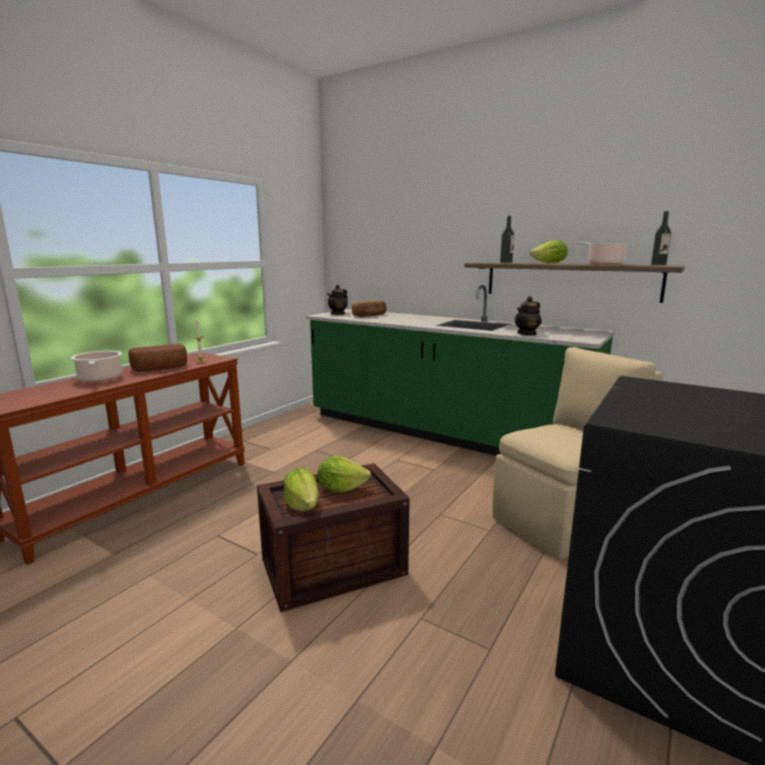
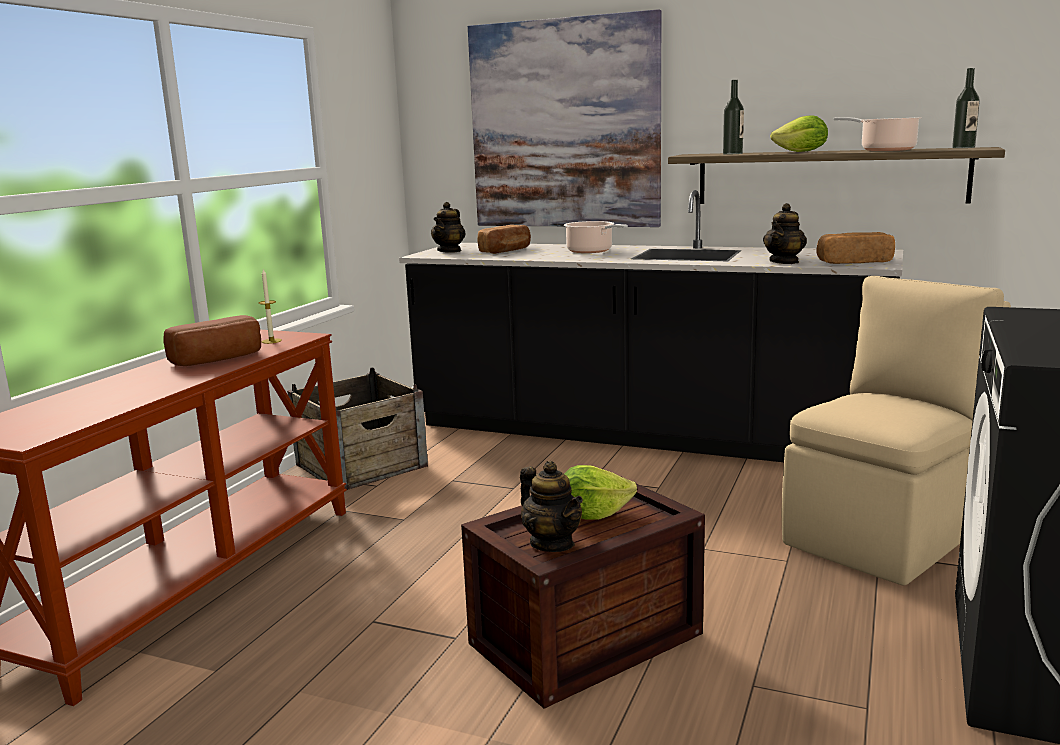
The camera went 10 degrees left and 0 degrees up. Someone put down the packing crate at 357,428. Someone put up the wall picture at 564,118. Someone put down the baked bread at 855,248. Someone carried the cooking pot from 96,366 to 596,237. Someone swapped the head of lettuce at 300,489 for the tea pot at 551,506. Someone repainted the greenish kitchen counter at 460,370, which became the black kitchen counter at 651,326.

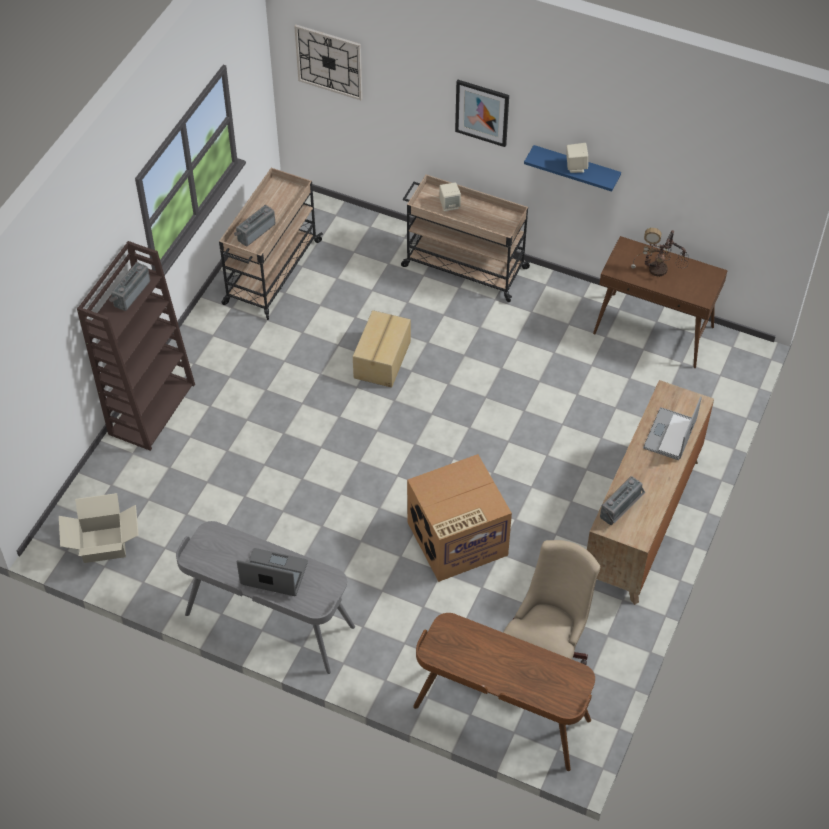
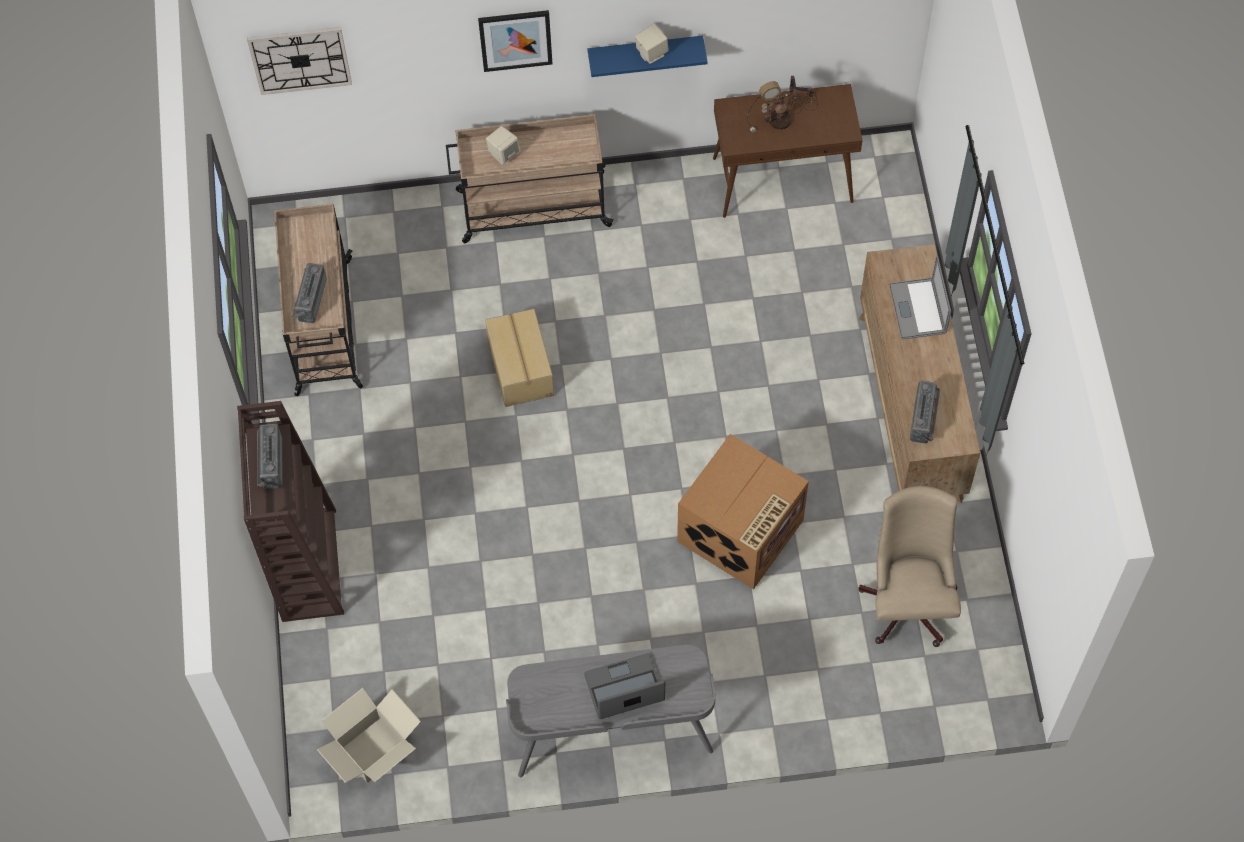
The camera went 30 degrees left and 10 degrees up. Someone took away the brown desk table at 504,692.

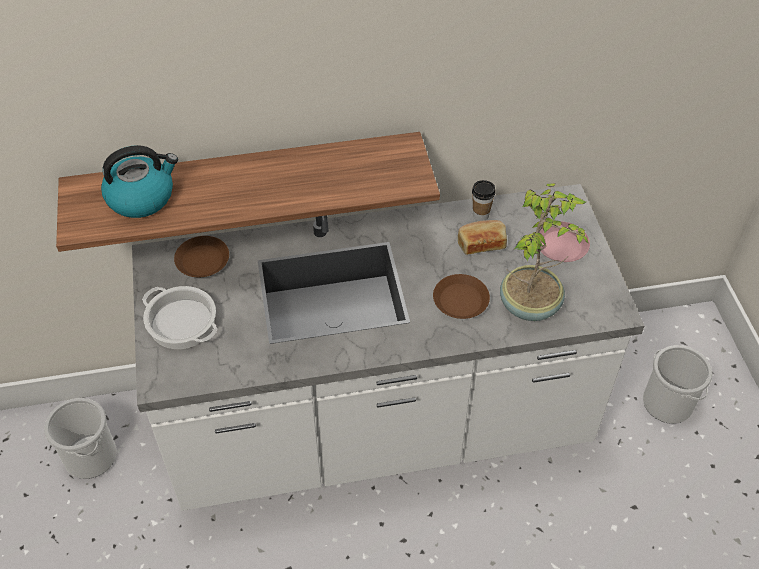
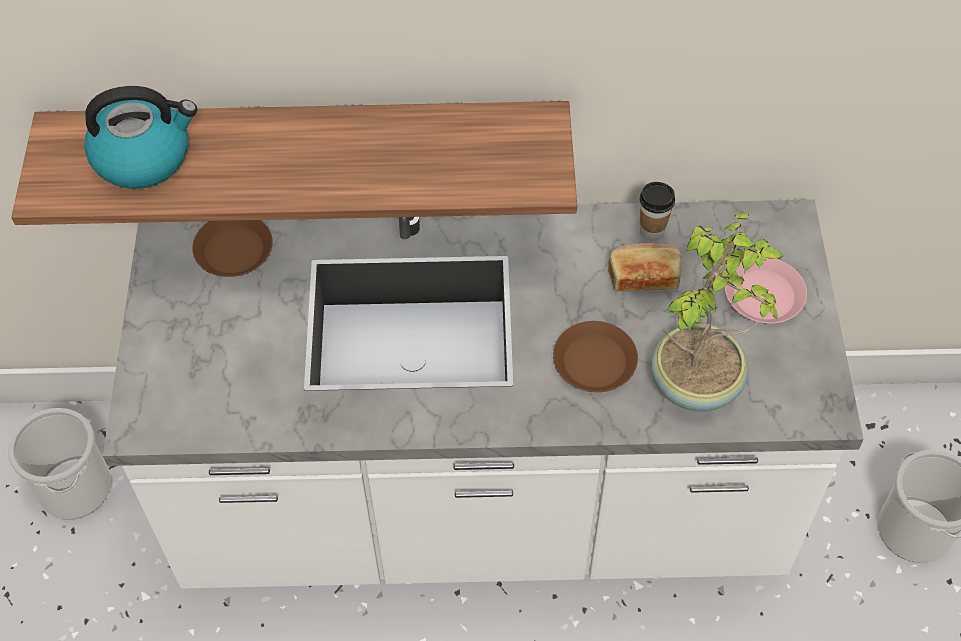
The camera went 10 degrees right and 5 degrees up. Someone took away the cooking pot at 180,317.

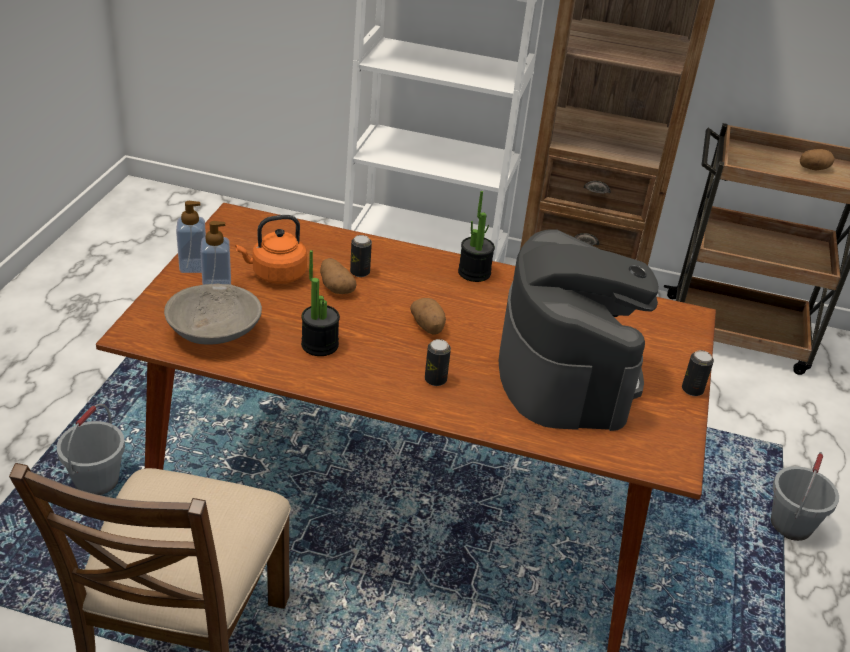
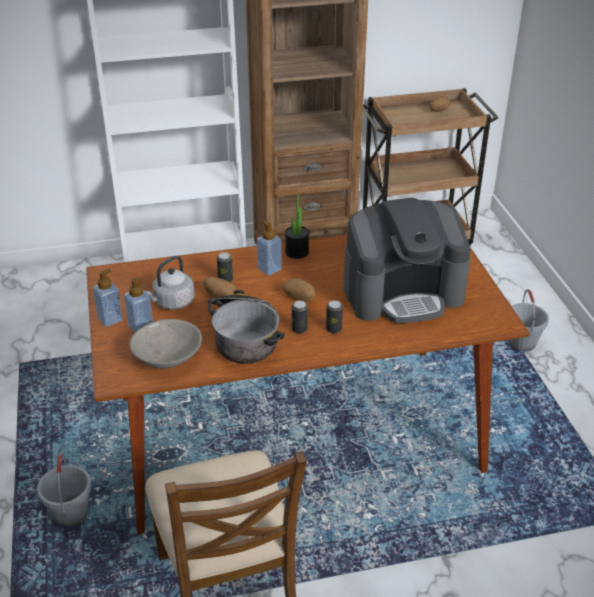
The camera went 25 degrees left and 0 degrees up. Someone put down the soap dispenser at 269,248. Someone carried the can from 698,373 to 300,317. Someone swapped the houseplant at 320,303 for the cooking pot at 246,326. Someone repainted the orange-coloured kettle at 271,249, which became the grey kettle at 170,283. Someone rotated the coffee maker at 578,330 by 105 degrees clockwise.

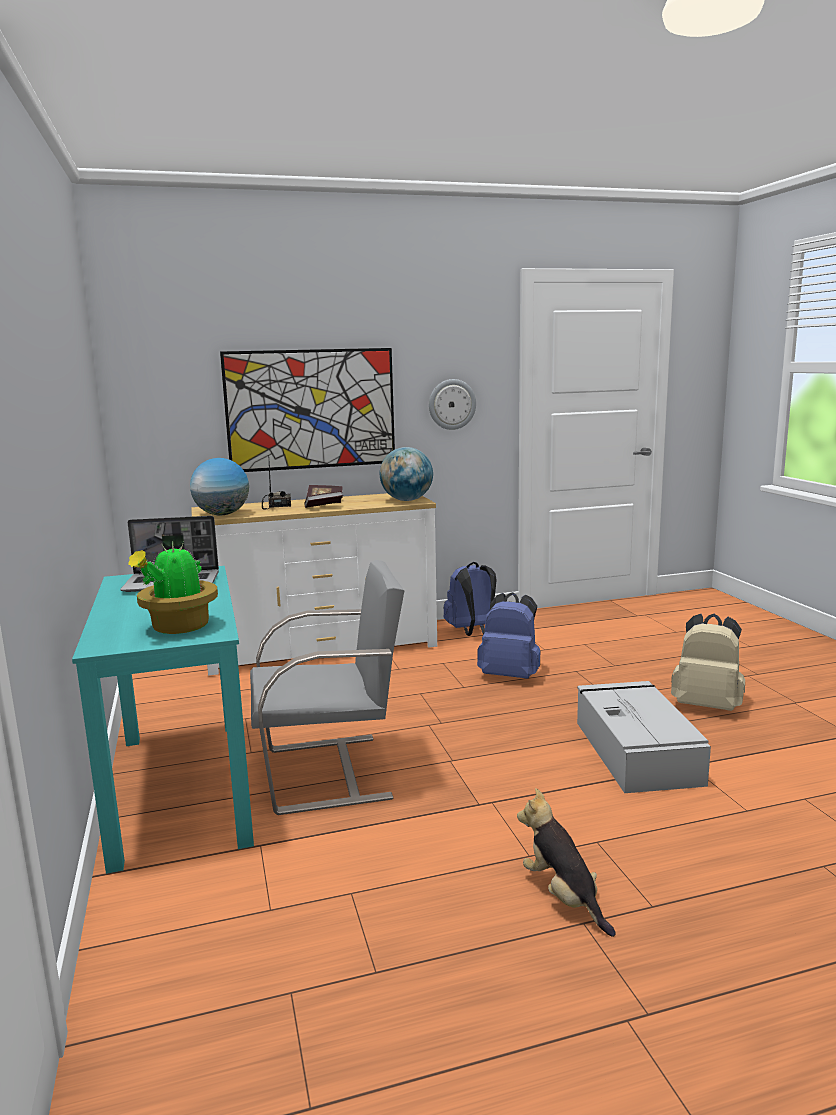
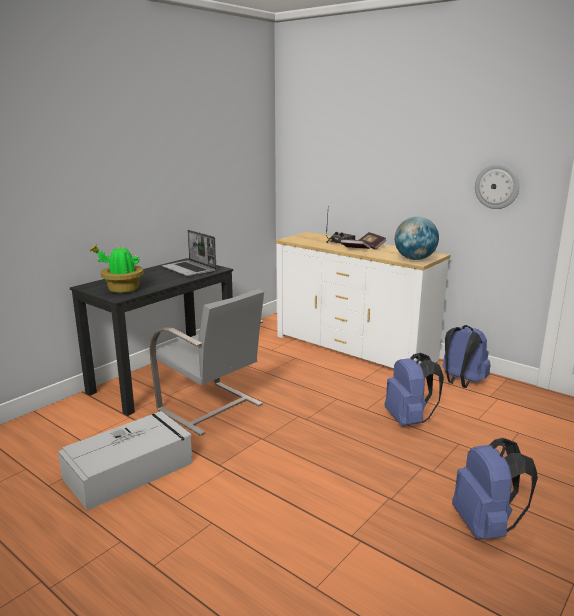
The camera went 55 degrees right and 5 degrees up. Someone took away the desk globe at 219,486. Someone took away the wall picture at 307,410. Someone took away the cuddly toy at 566,862. Someone carried the grey storage bin from 644,737 to 125,461. Someone repainted the blue-green desk table at 163,720, which became the black desk table at 151,337. Someone repainted the sand-coloured rucksack at 708,662, which became the blue-coloured rucksack at 495,488.

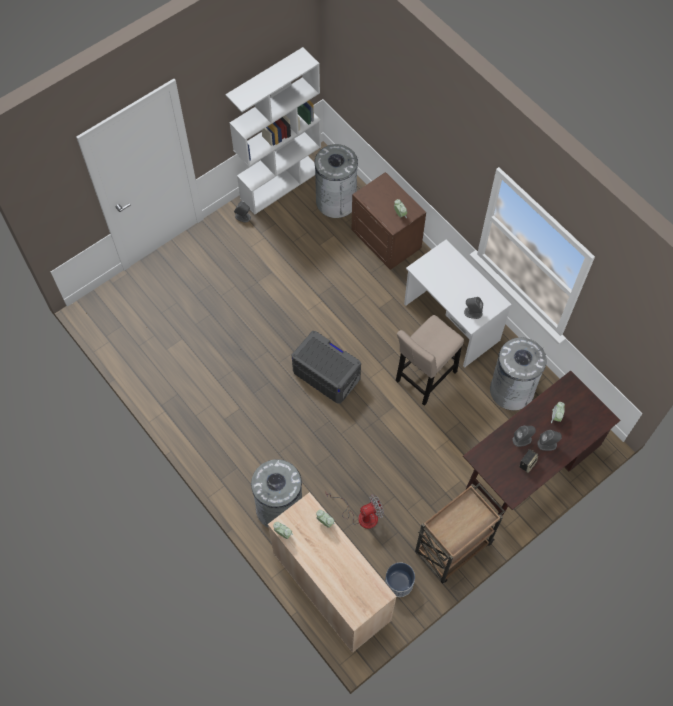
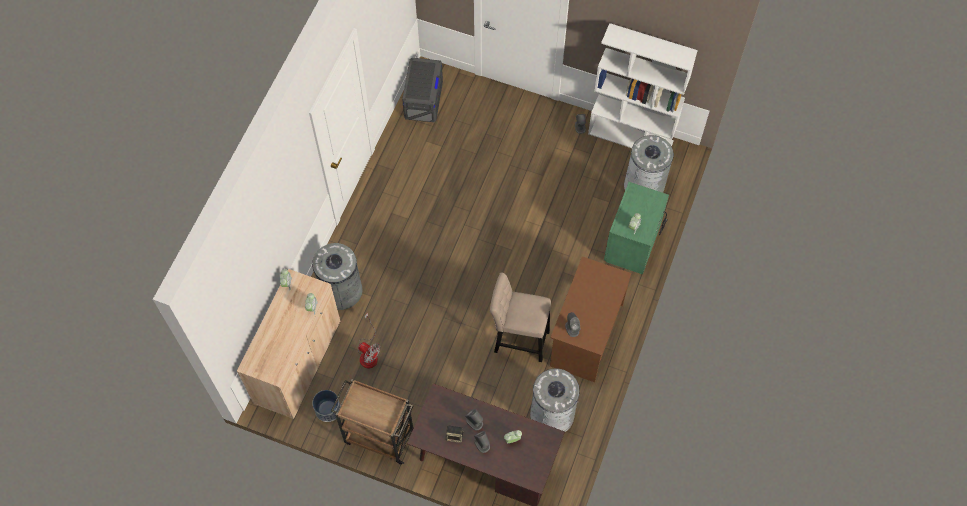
The camera went 60 degrees right and 0 degrees up. Someone carried the grey storage bin from 326,367 to 422,90. Someone repainted the brown night table at 388,221, which became the greenish night table at 636,228. Someone repainted the white desk table at 458,303, which became the brown desk table at 590,319.

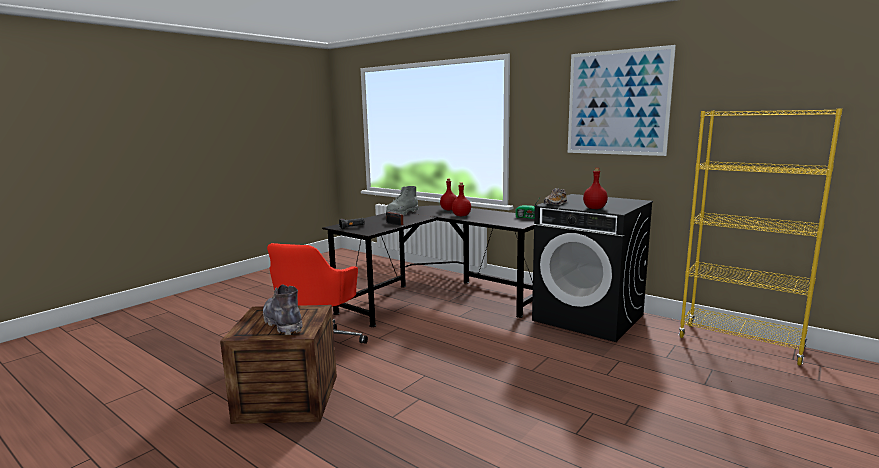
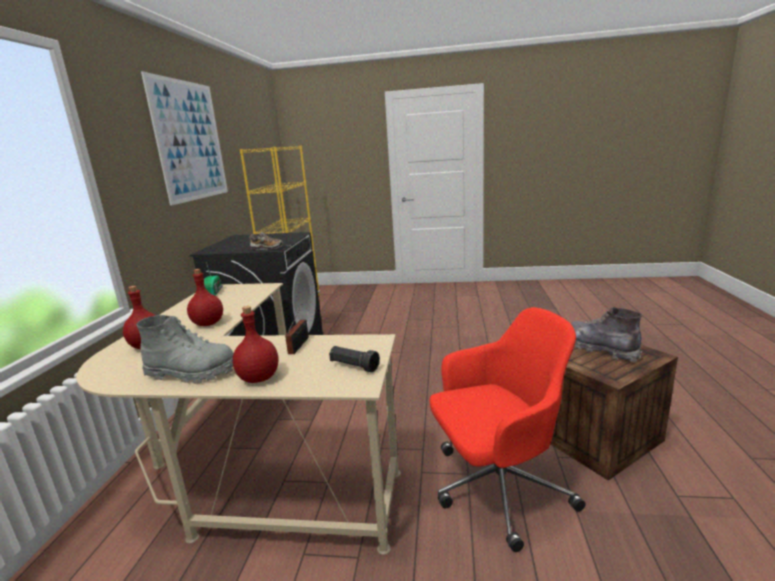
The camera went 120 degrees left and 5 degrees up. Someone carried the reddish bottle from 595,188 to 256,344. Someone repainted the black desk table at 428,266, which became the sand-coloured desk table at 238,419. Someone rotated the grey high-top boot at 283,309 by 120 degrees clockwise.

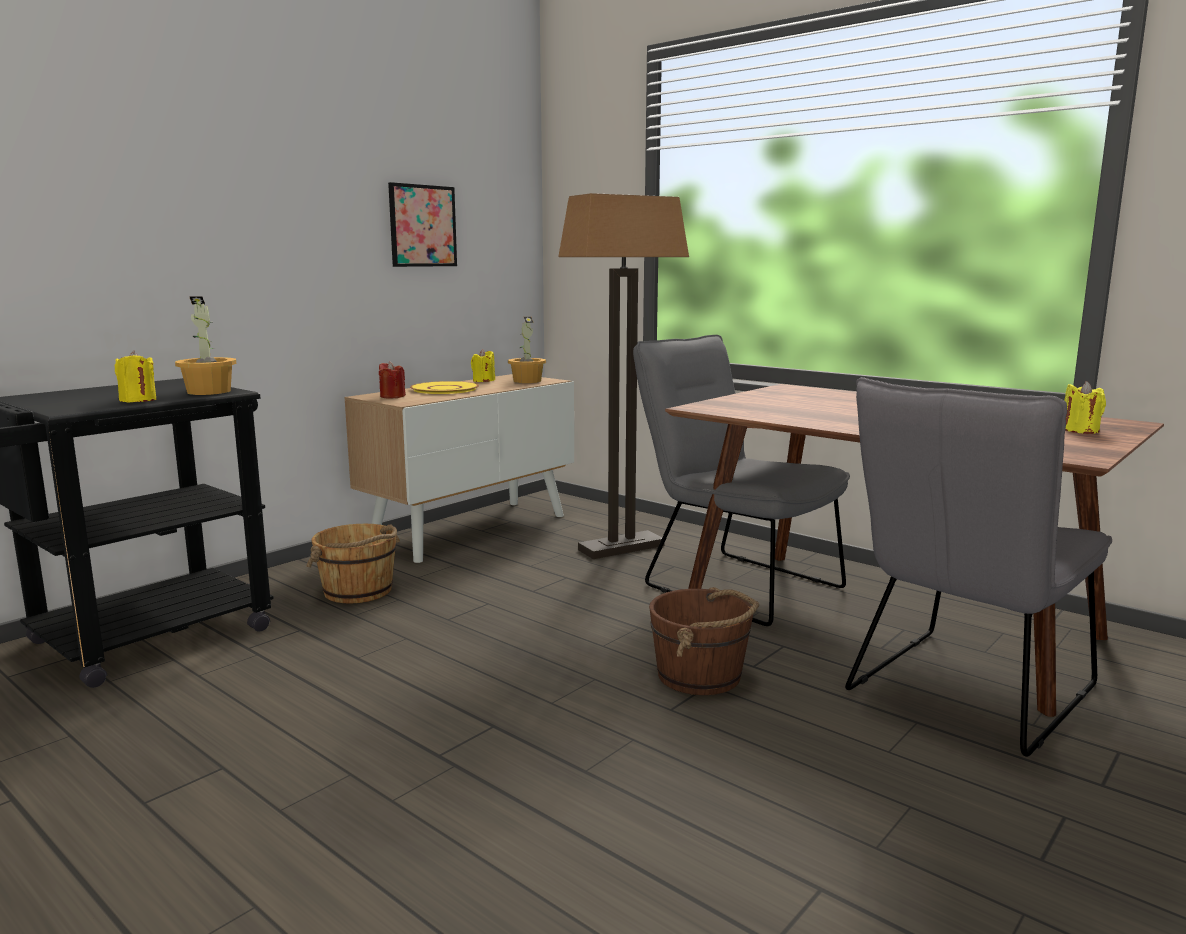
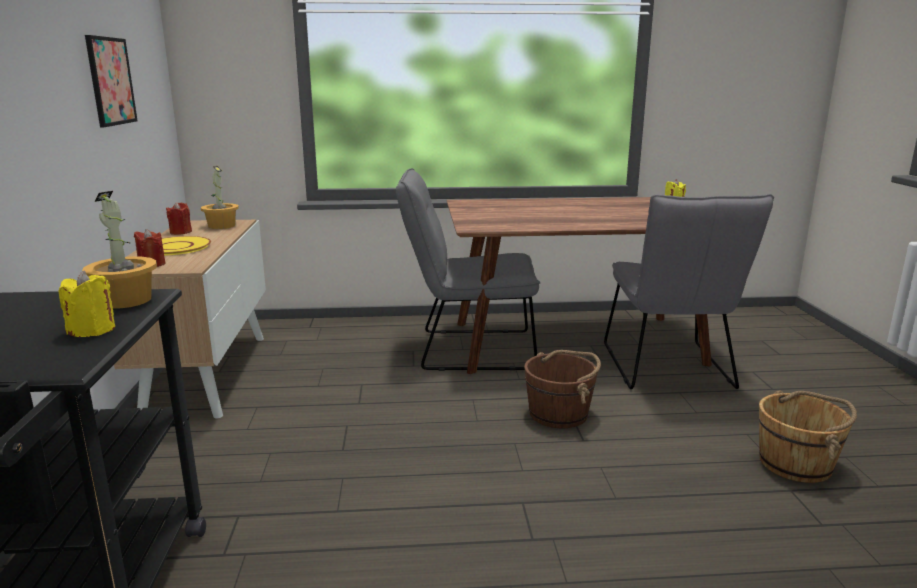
The camera went 45 degrees left and 5 degrees up. Someone took away the floor lamp at 623,376. Someone carried the brown pail from 353,564 to 808,436. Someone repainted the yellowish wax candle at 483,365, which became the reddish wax candle at 179,218.

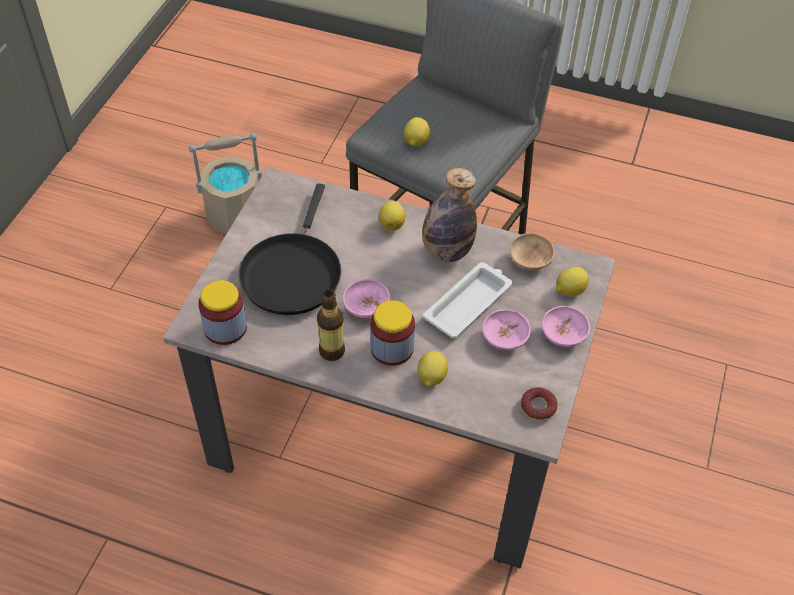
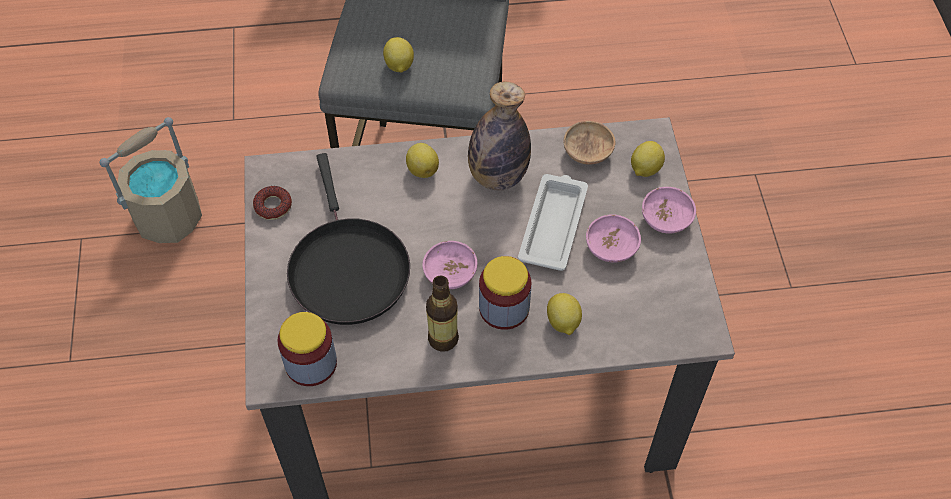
The camera went 25 degrees left and 5 degrees up. Someone carried the donut from 539,404 to 272,203.

